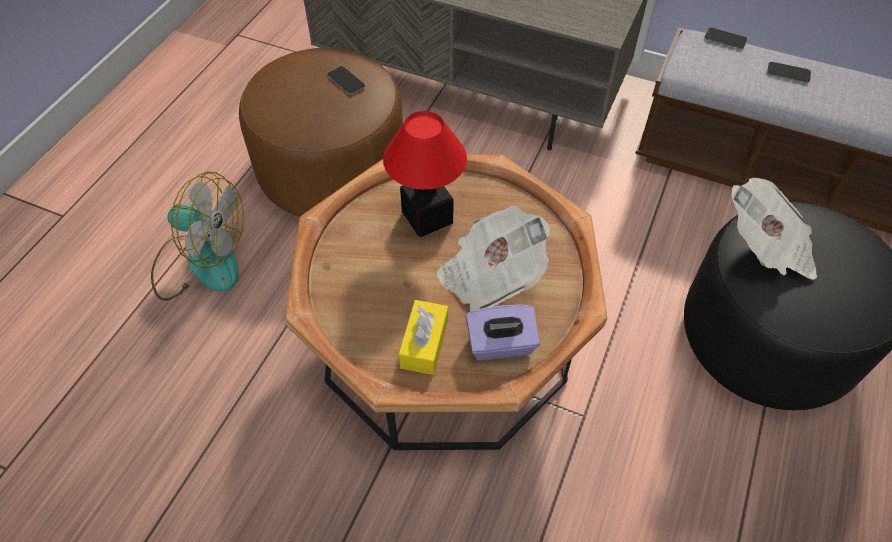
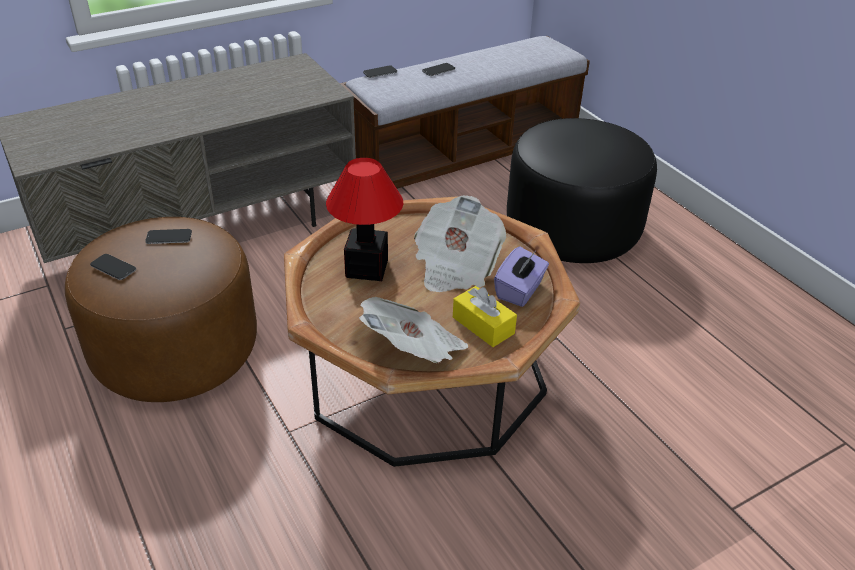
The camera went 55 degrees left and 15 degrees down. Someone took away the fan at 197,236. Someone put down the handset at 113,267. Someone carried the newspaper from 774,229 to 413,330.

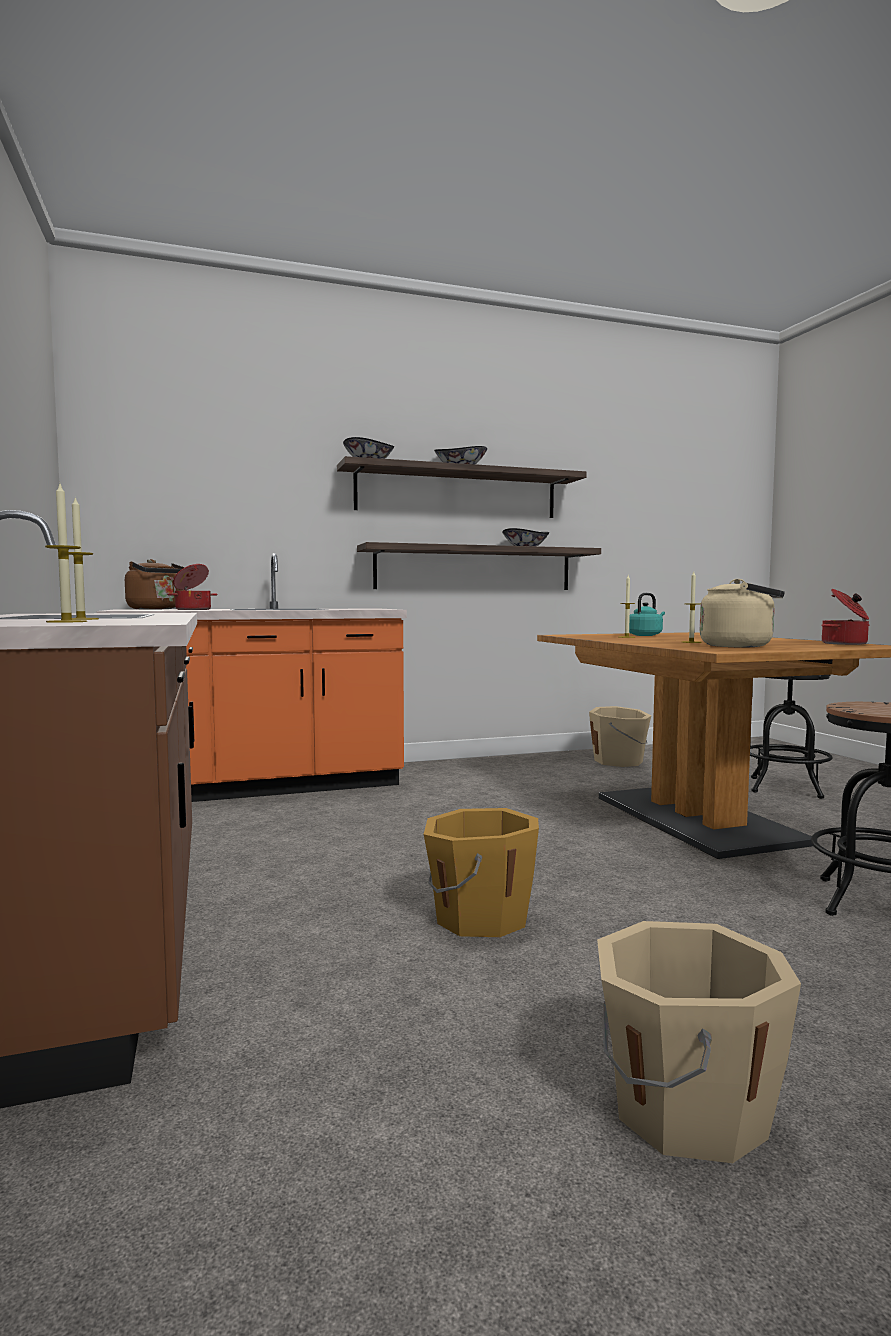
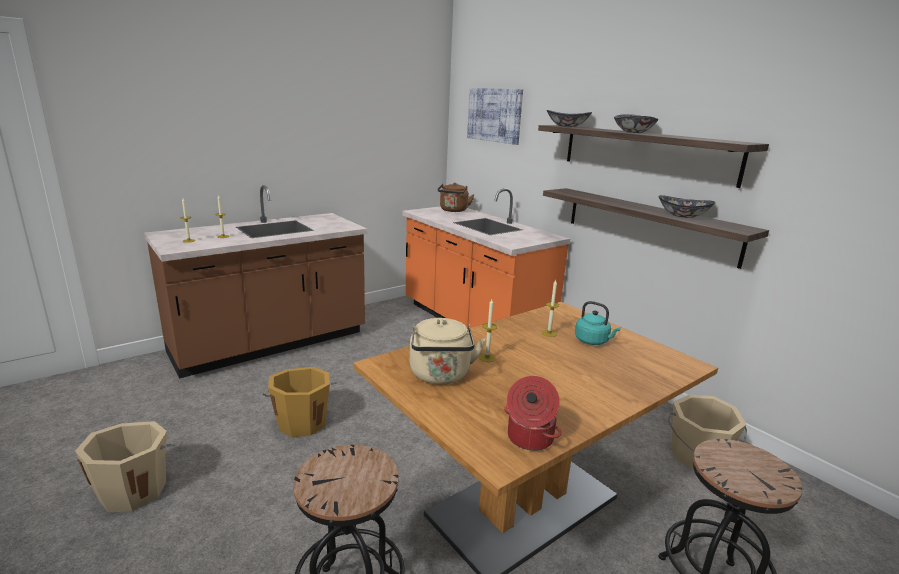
The camera went 70 degrees right and 15 degrees up. Someone took away the cooking pot at 192,587. Someone put up the wall picture at 495,116.

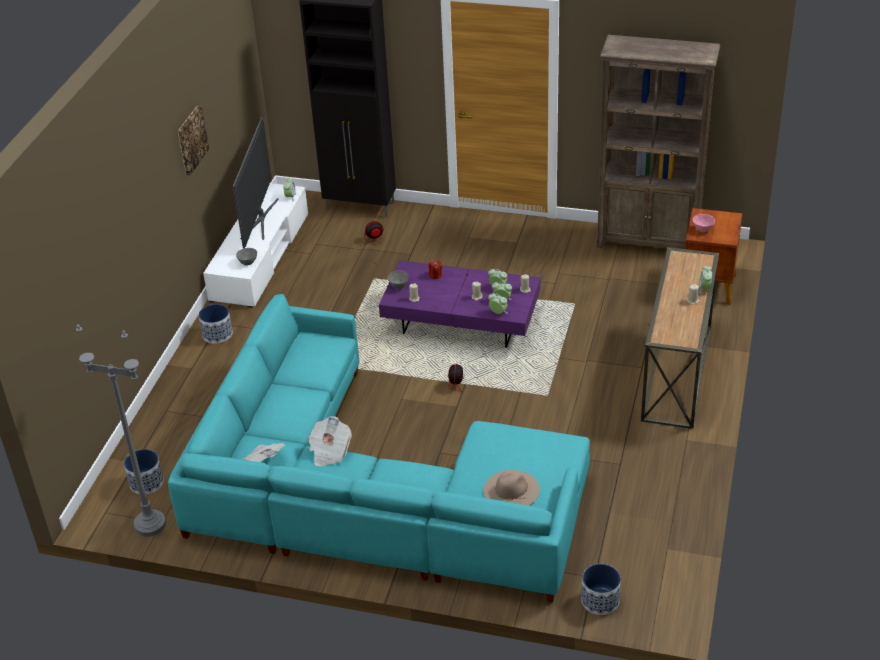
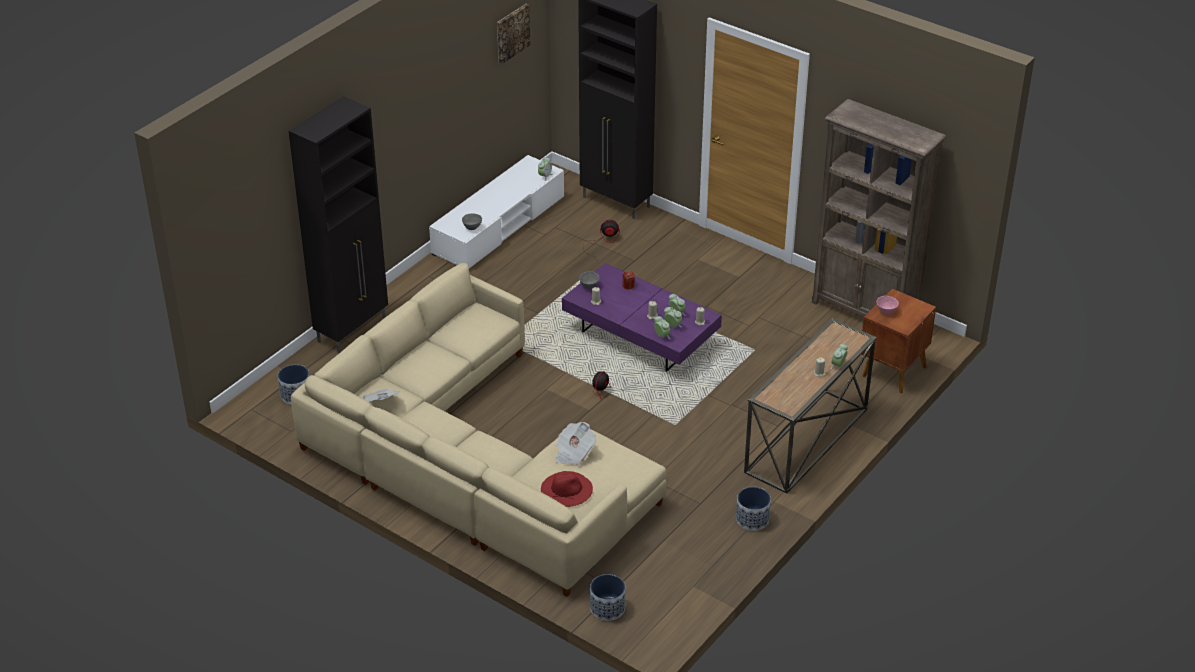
The camera went 20 degrees right and 0 degrees up. Someone took away the grey floor lamp at 121,430. Someone took away the television at 256,182. Someone put down the black storage cabinet at 338,224. Someone carried the wall picture from 193,140 to 513,34. Someone carried the planter from 215,324 to 753,509. Someone carried the newspaper from 330,441 to 575,443. Someone repainted the blue-green couch at 379,448, which became the sand-coloured couch at 479,430. Someone repainted the sand-coloured hat at 511,488, which became the reddish hat at 567,489.

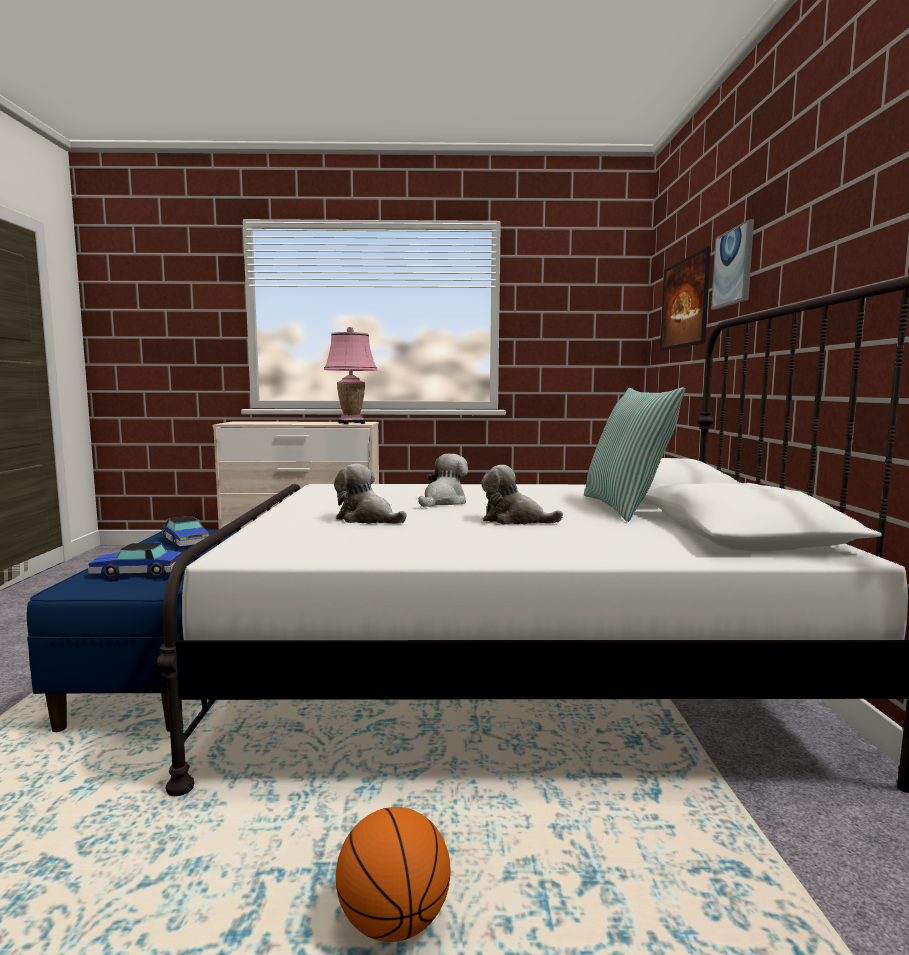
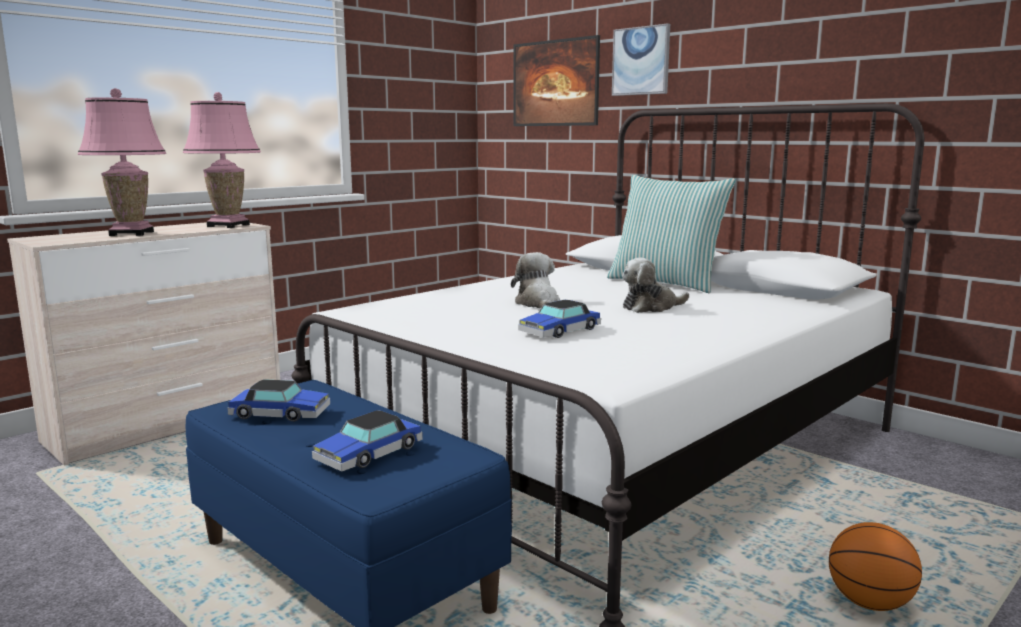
The camera went 45 degrees left and 5 degrees up. Someone put down the pinkish lamp for a table at 122,162. Someone swapped the cuddly toy at 370,494 for the miniature car at 559,319.

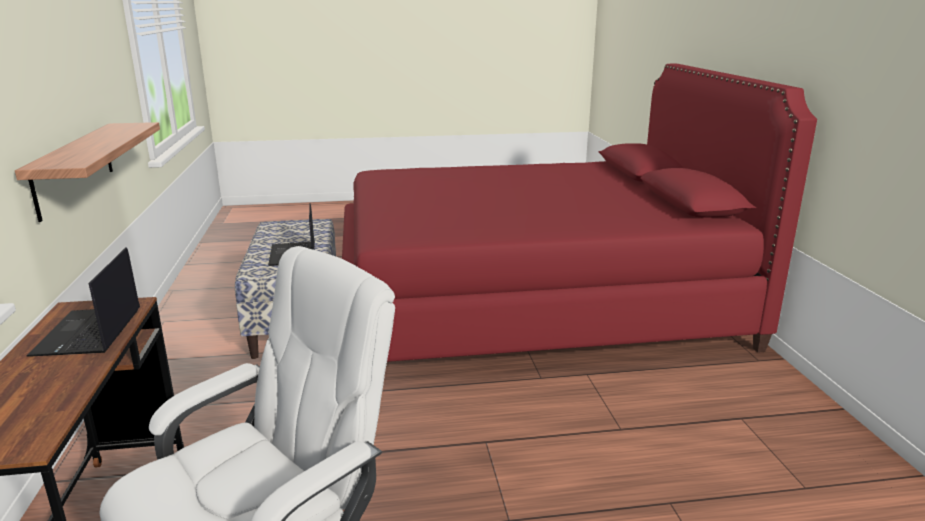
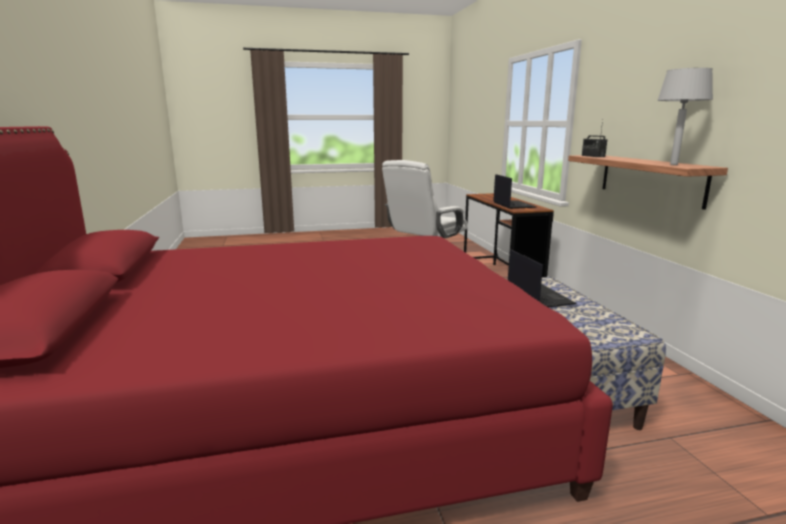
The camera went 175 degrees right and 5 degrees down. Someone put down the radio receiver at 594,138. Someone put down the grey lamp for a table at 685,116.

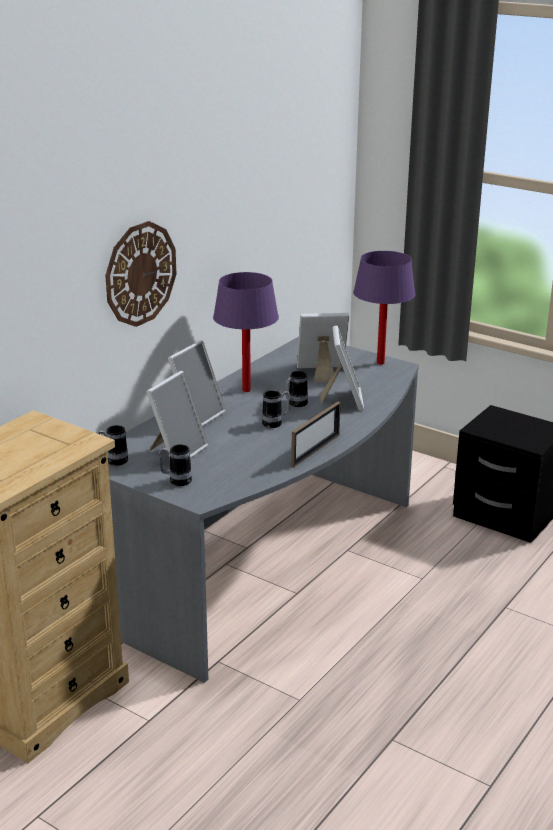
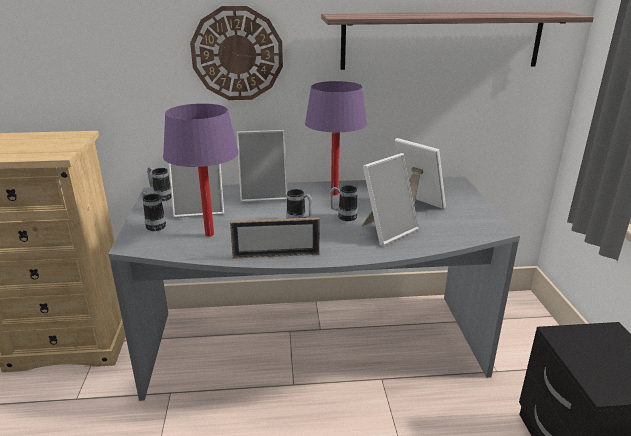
The camera went 50 degrees right and 0 degrees up. Someone put up the shelf at 457,41. Someone carried the purple-coloured lamp for a table from 384,308 to 201,170.

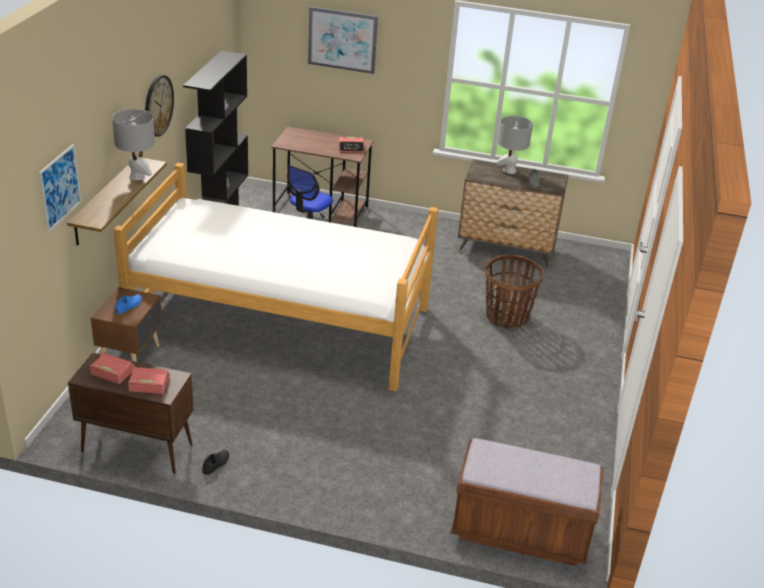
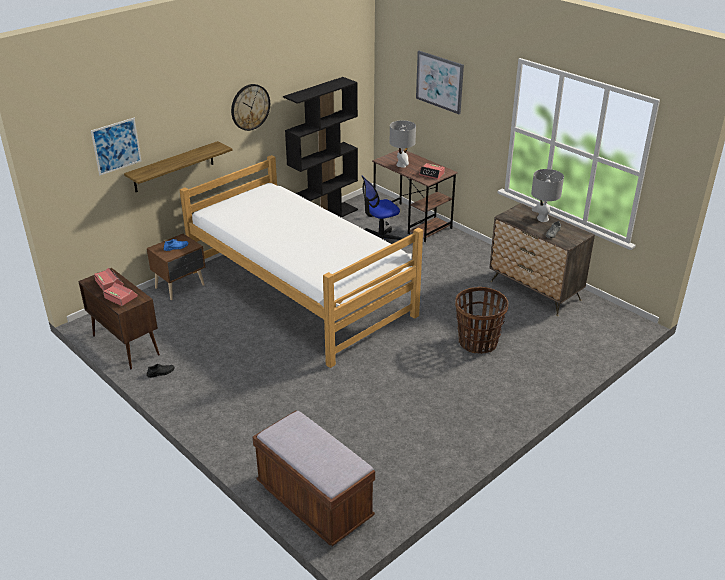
The camera went 35 degrees right and 0 degrees up. Someone carried the grey lamp for a table from 133,144 to 403,144.

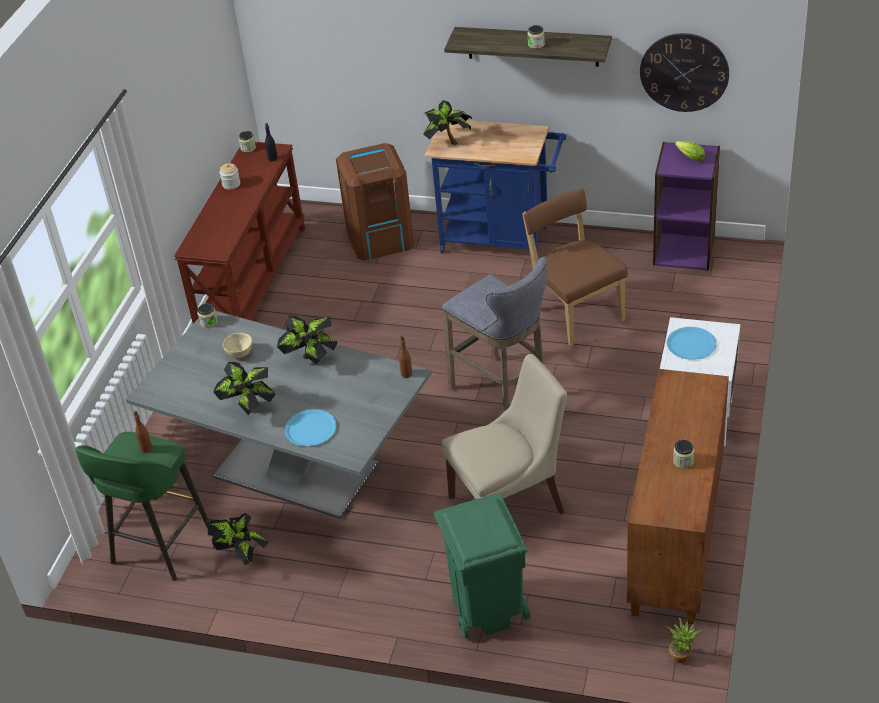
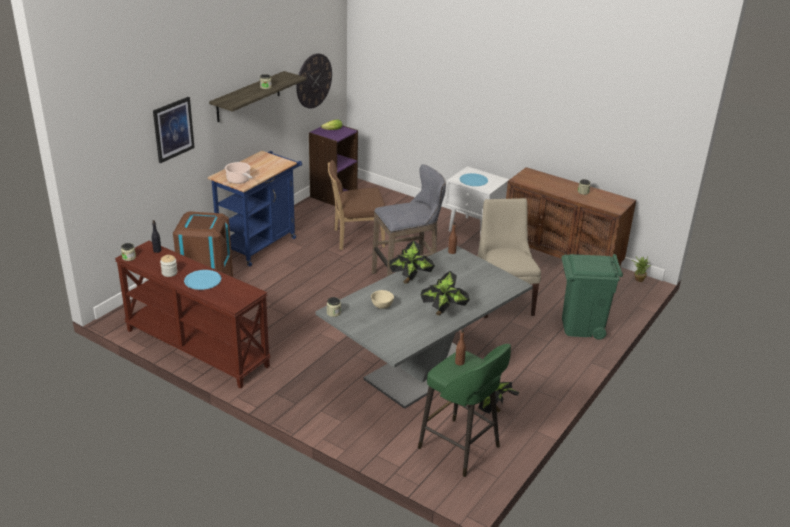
The camera went 75 degrees left and 10 degrees down. Someone put up the wall picture at 174,130. Someone carried the blue-coloured flat dish from 311,427 to 202,280. Someone swapped the houseplant at 447,122 for the cooking pot at 238,173.

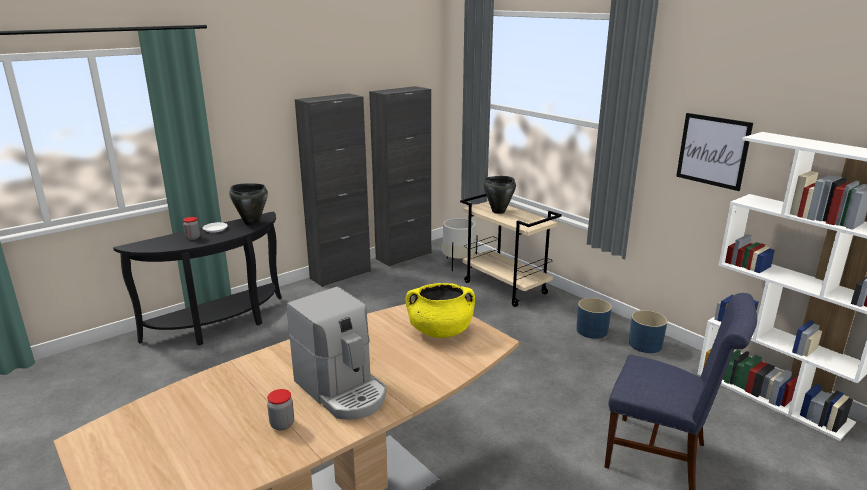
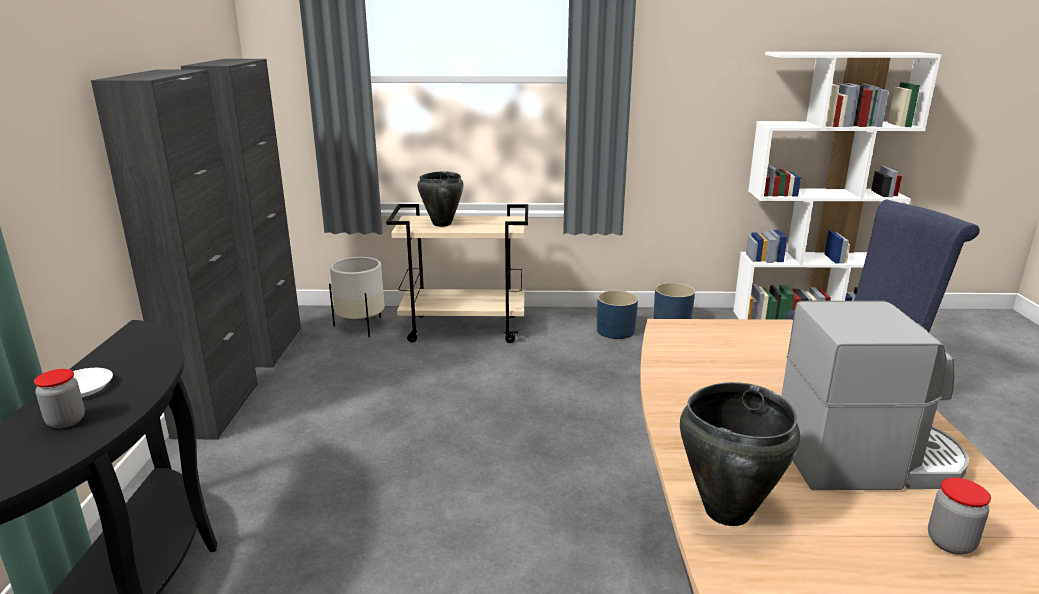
The camera went 50 degrees left and 0 degrees up. Someone took away the yellowish cooking pot at 440,310. Someone took away the wall picture at 714,152. Someone carried the black cooking pot from 248,204 to 740,454.

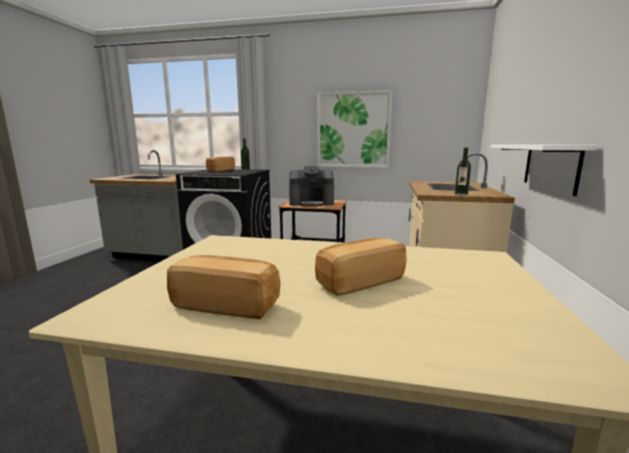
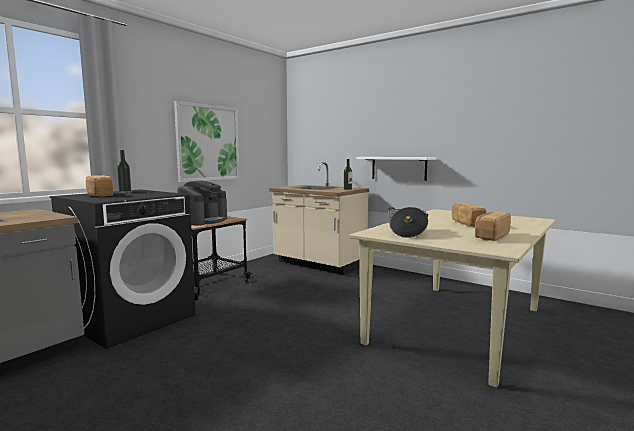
The camera went 65 degrees left and 5 degrees down. Someone put down the cooking pot at 408,222.

